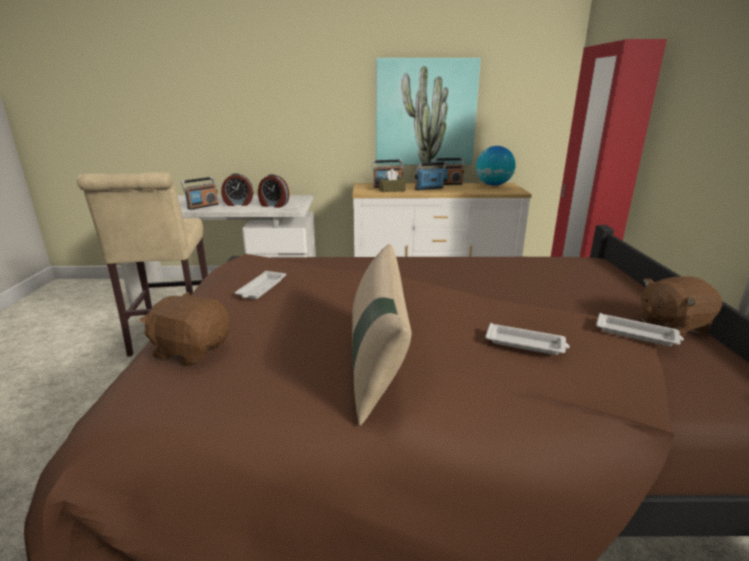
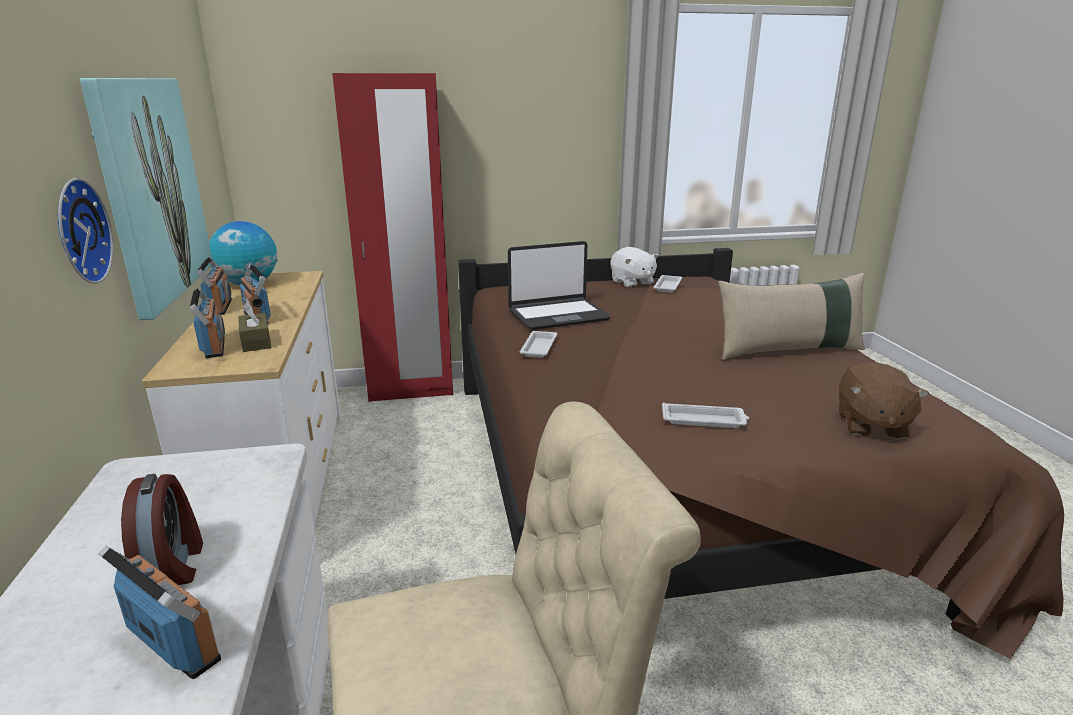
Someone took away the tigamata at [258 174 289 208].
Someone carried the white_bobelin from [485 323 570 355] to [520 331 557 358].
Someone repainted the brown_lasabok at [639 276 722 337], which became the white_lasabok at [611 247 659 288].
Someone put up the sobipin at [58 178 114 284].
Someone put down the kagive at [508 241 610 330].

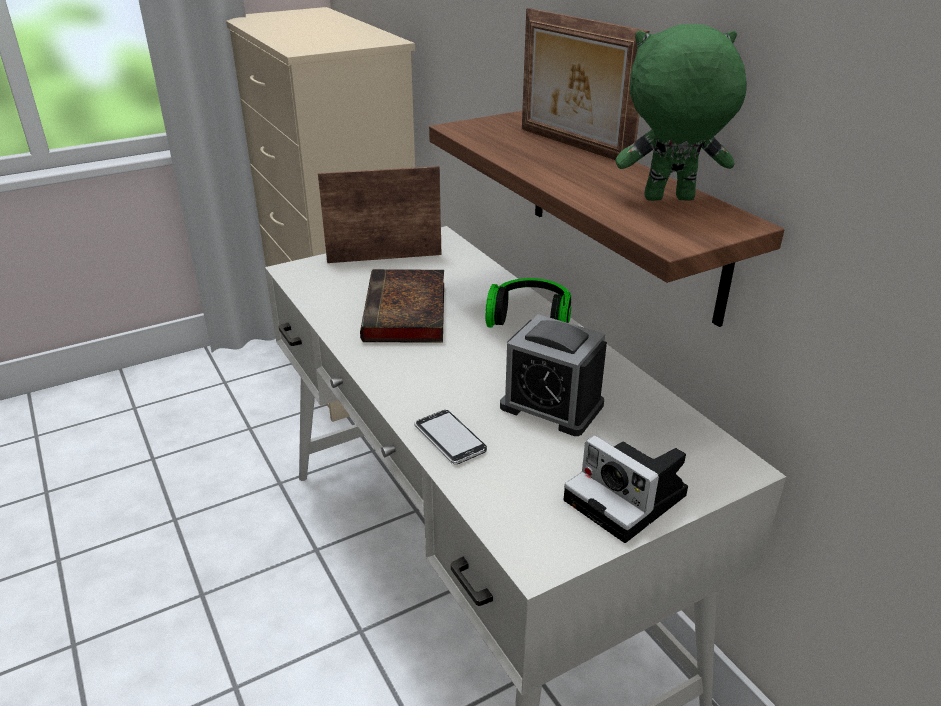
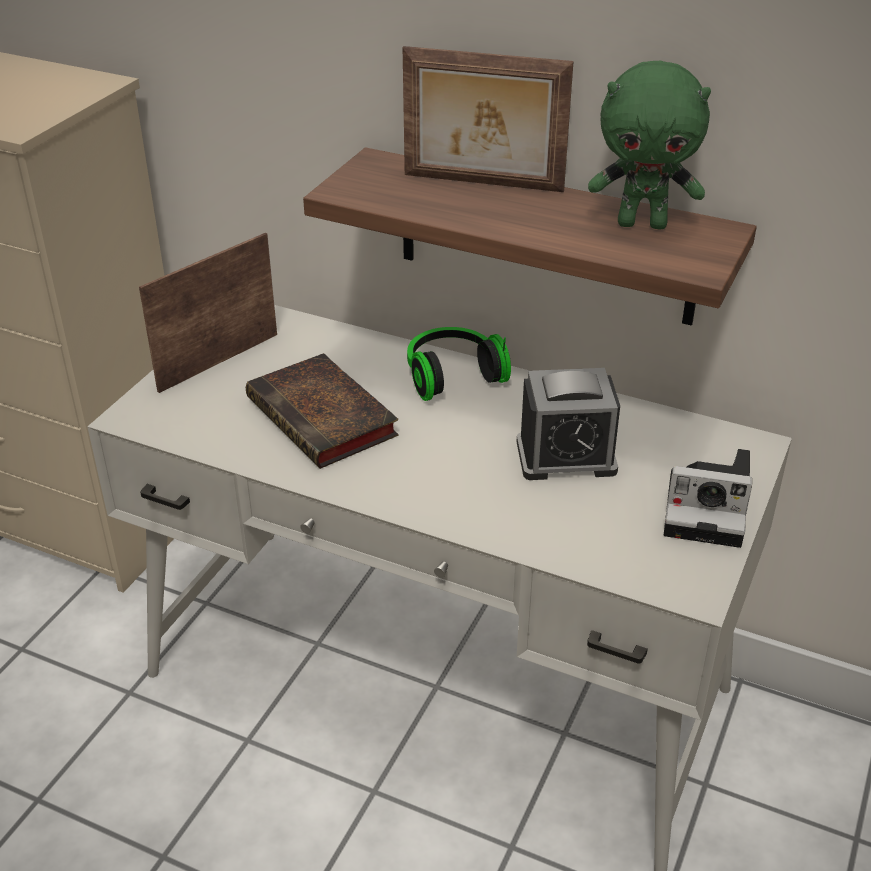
Someone took away the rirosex at [415 410 487 464].
Someone rotated the green_lasabok at [615 24 747 201] by 135 degrees counterclockwise.

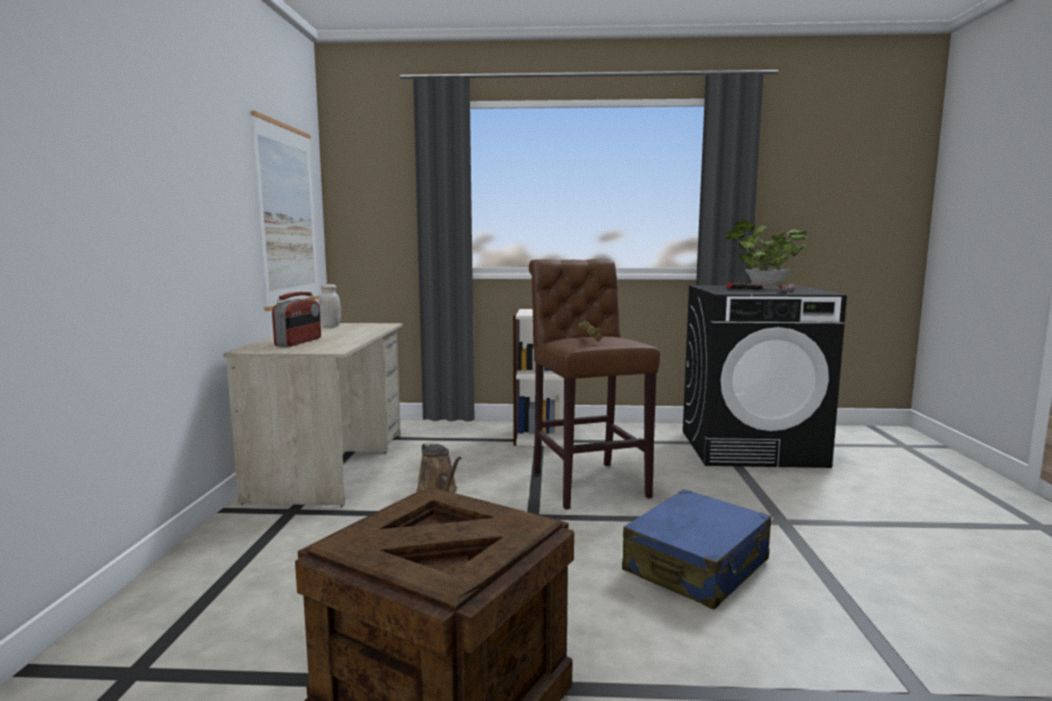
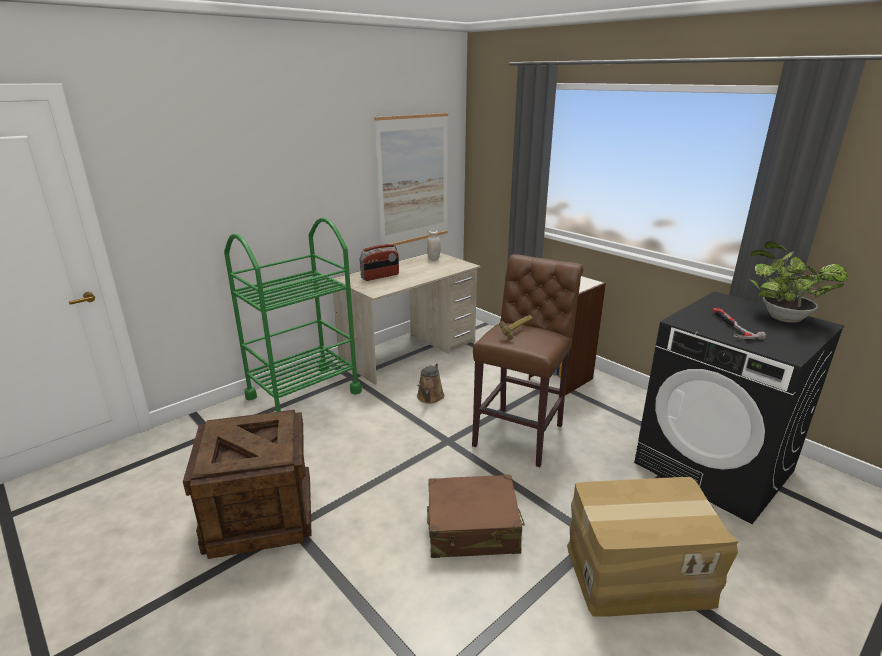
Someone repainted the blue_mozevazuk at [622 489 771 610], which became the brown_mozevazuk at [427 474 525 558].
Someone put down the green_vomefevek at [224 218 362 412].
Someone put down the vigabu at [567 477 738 617].

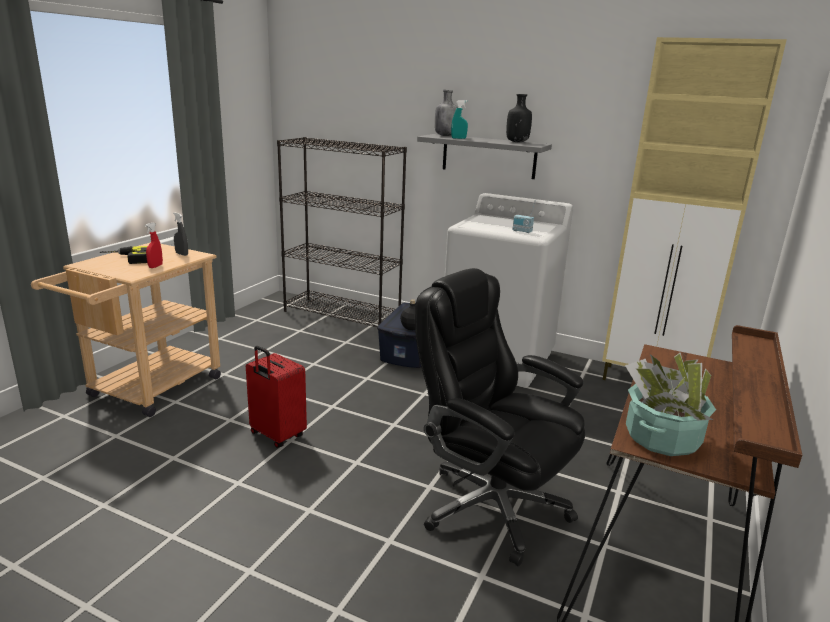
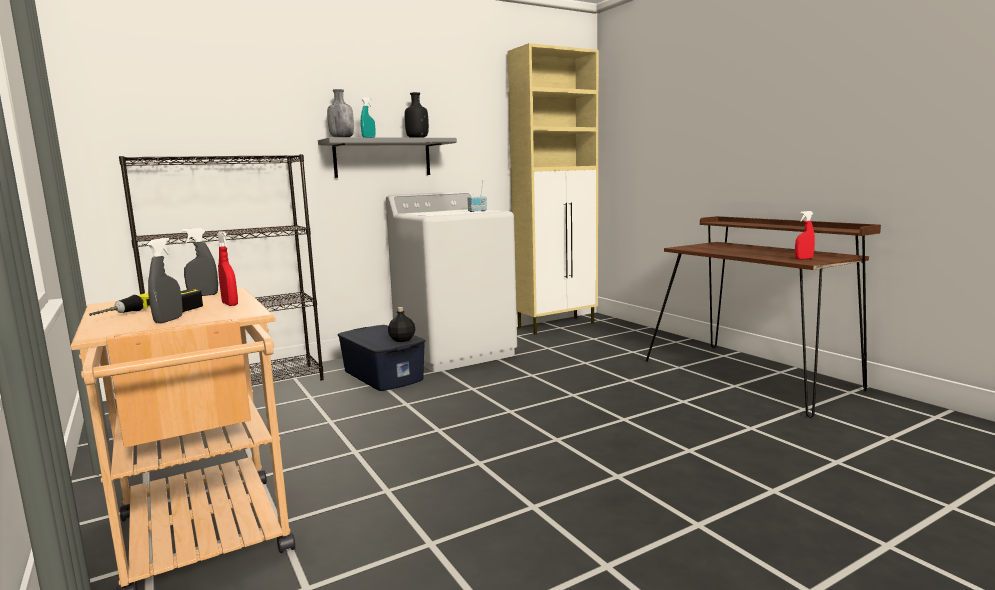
Someone took away the red_mozevazuk at [246 346 307 448].
Someone took away the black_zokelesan at [415 268 585 566].
Someone swapped the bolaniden at [625 353 716 456] for the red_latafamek at [795 211 815 259].
Someone put down the grey_latafamek at [147 238 183 323].

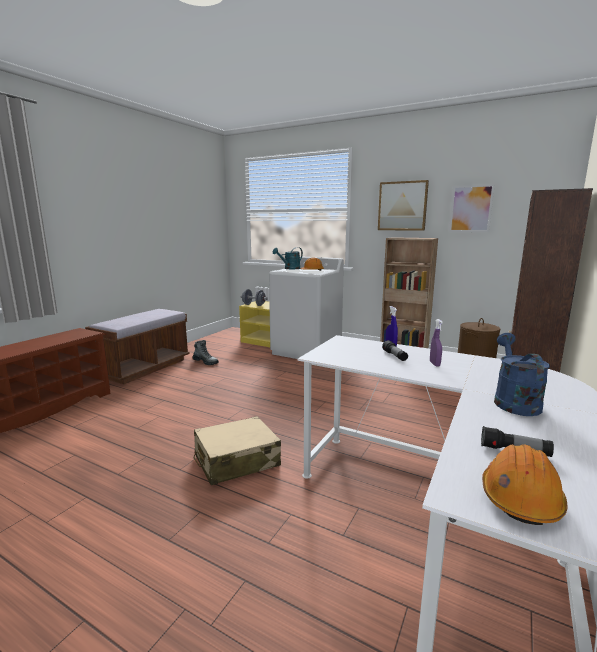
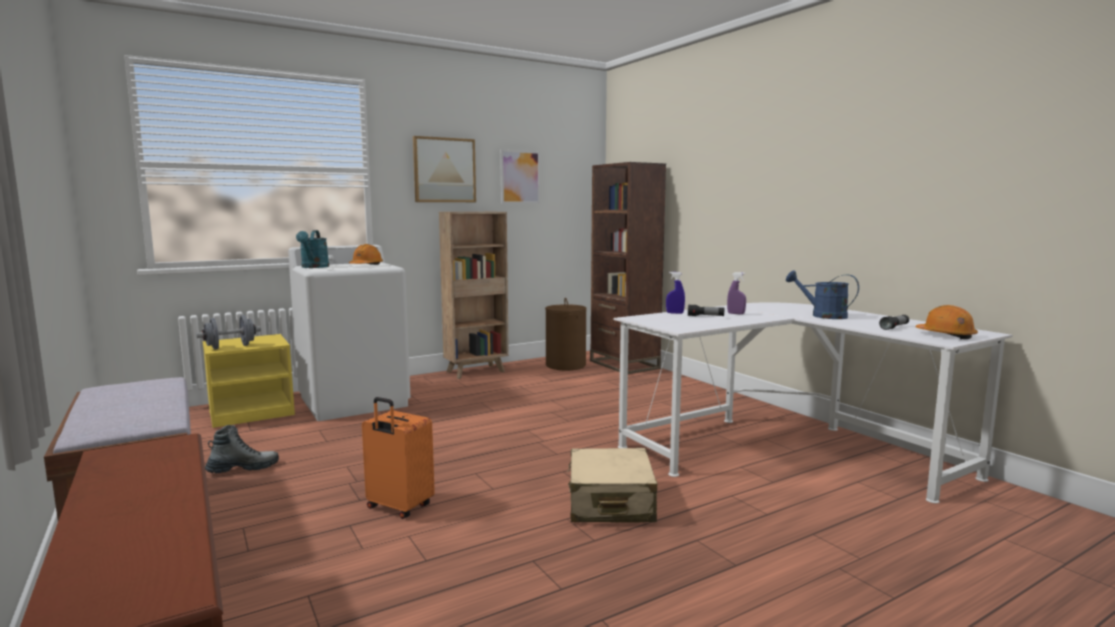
Someone put down the orange_mozevazuk at [362 397 435 519].

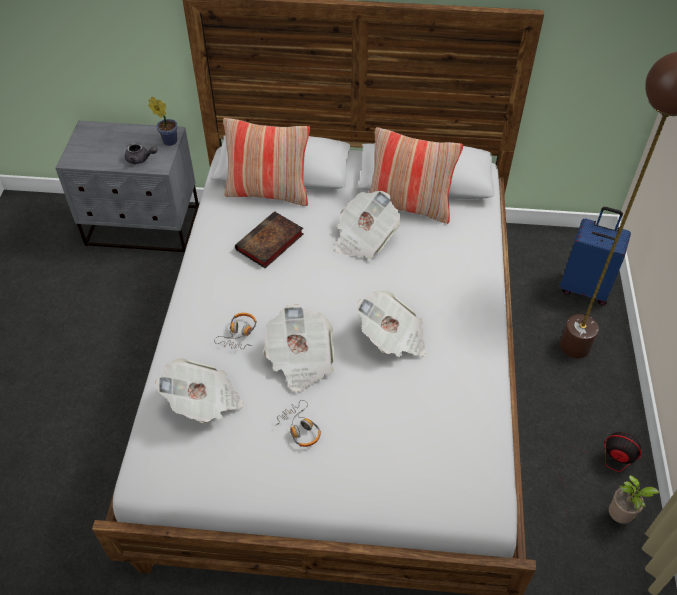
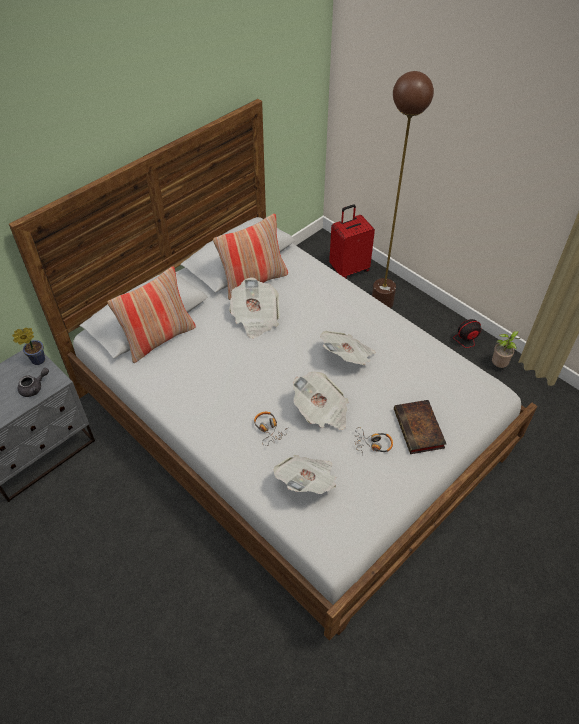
Someone carried the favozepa from [235 211 303 268] to [394 400 446 454].
Someone repainted the blue_mozevazuk at [560 207 631 306], which became the red_mozevazuk at [329 204 375 279].

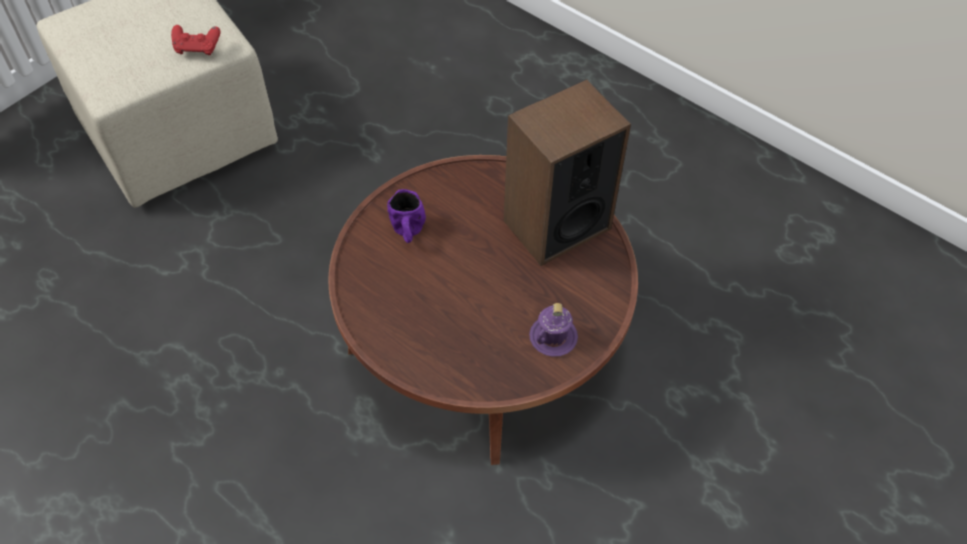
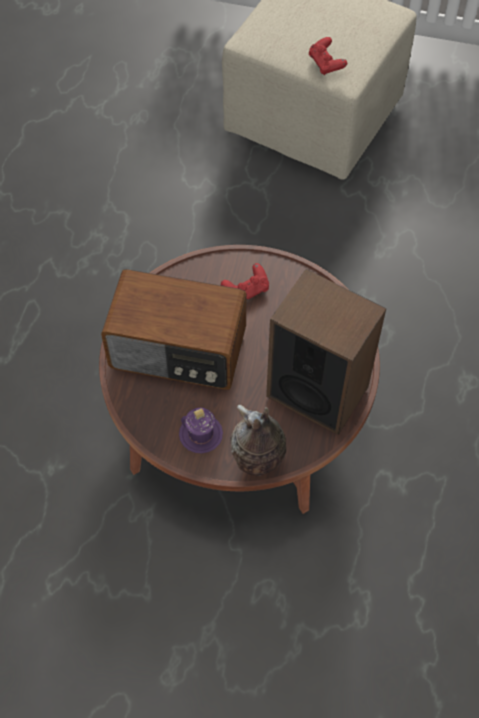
Someone swapped the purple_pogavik at [387 189 426 243] for the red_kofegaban at [221 263 269 300].
Someone put down the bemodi at [101 269 246 390].
Someone put down the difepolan at [230 405 286 476].

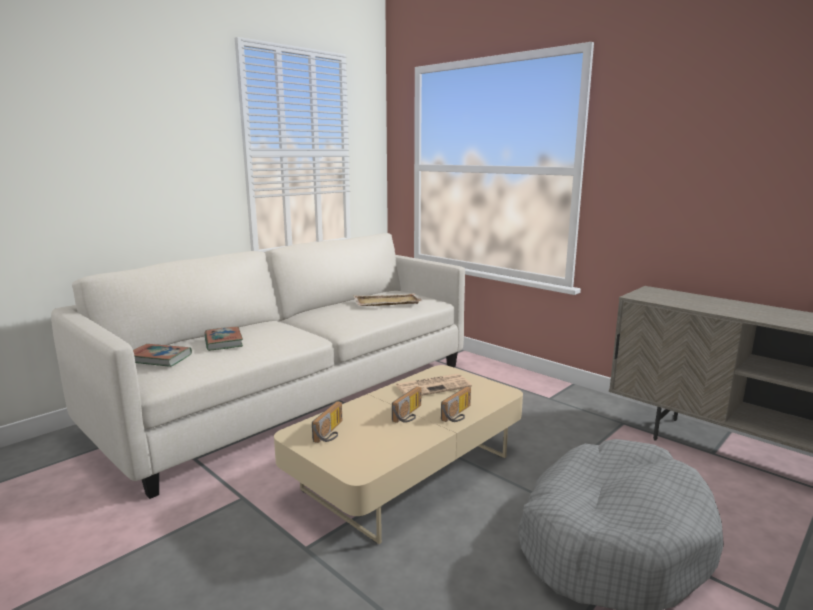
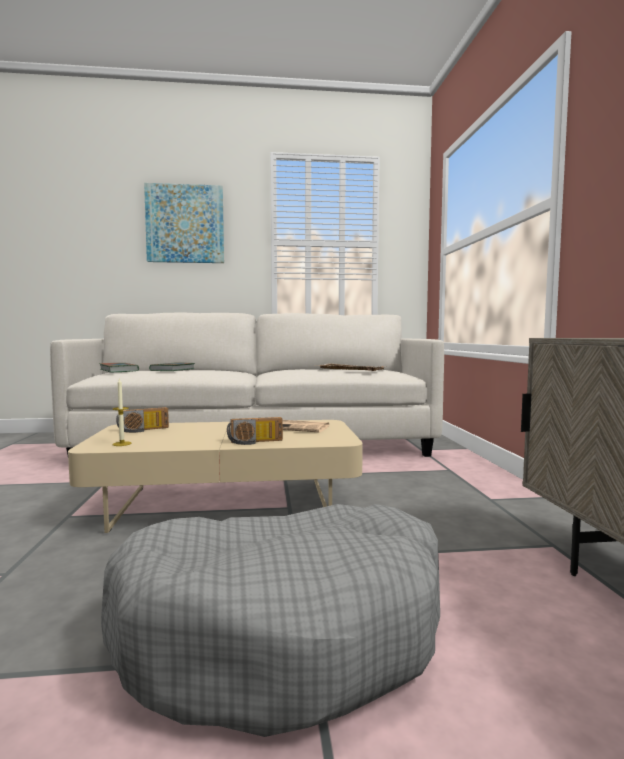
Someone took away the bemodi at [392 386 421 423].
Someone put down the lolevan at [112 378 132 446].
Someone put up the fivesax at [144 183 224 263].

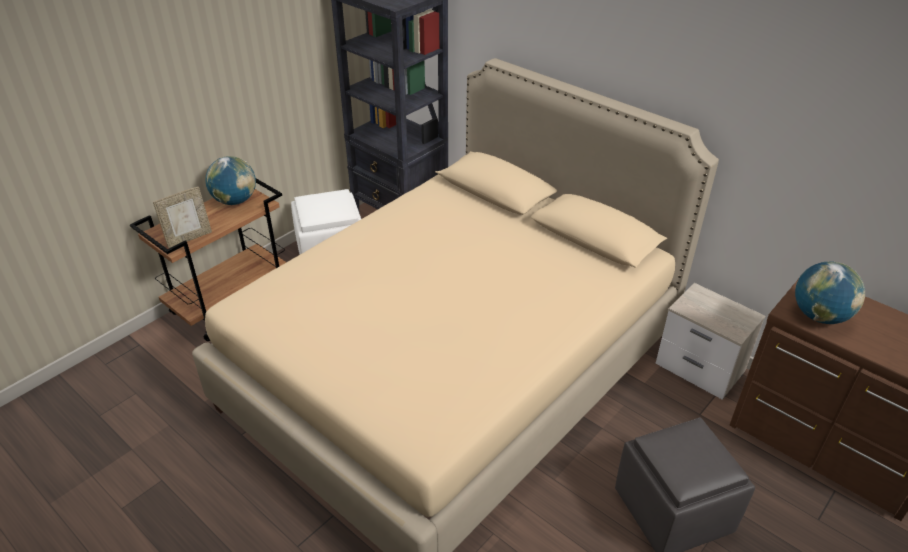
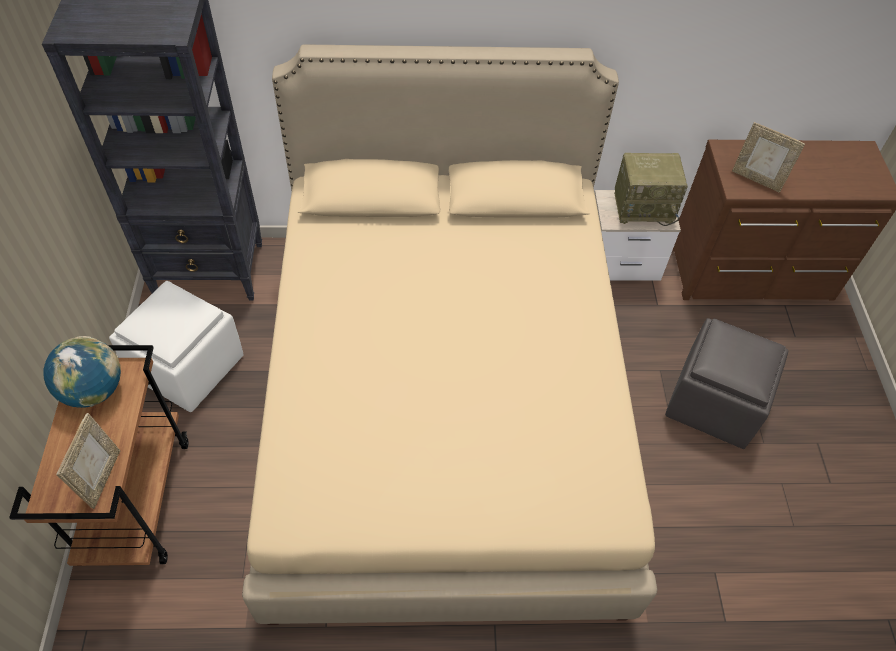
Someone swapped the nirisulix at [795 262 865 324] for the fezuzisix at [732 122 805 193].
Someone put down the bemodi at [614 153 688 226].

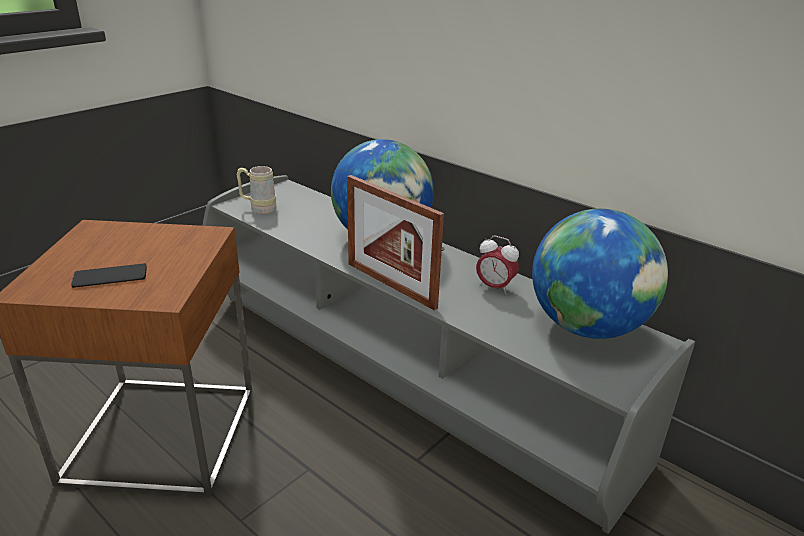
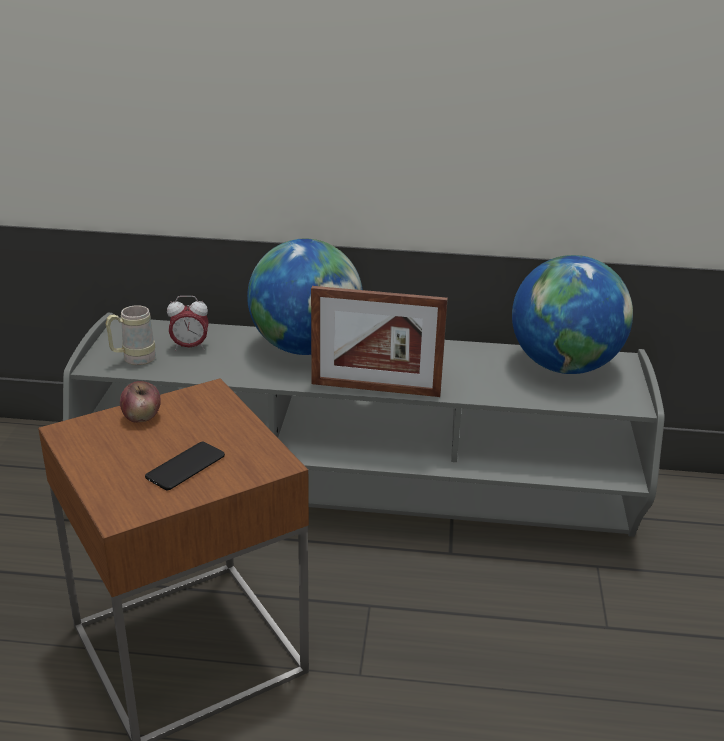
Someone carried the tigamata from [476 236 519 295] to [167 296 209 351].
Someone put down the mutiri at [120 381 161 423].

